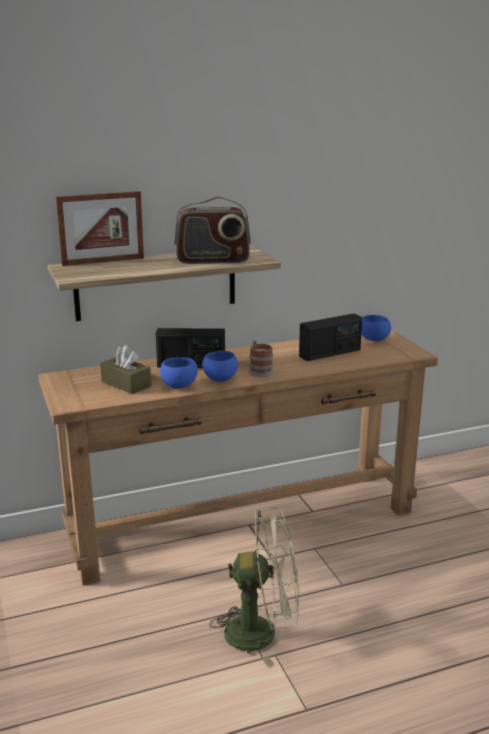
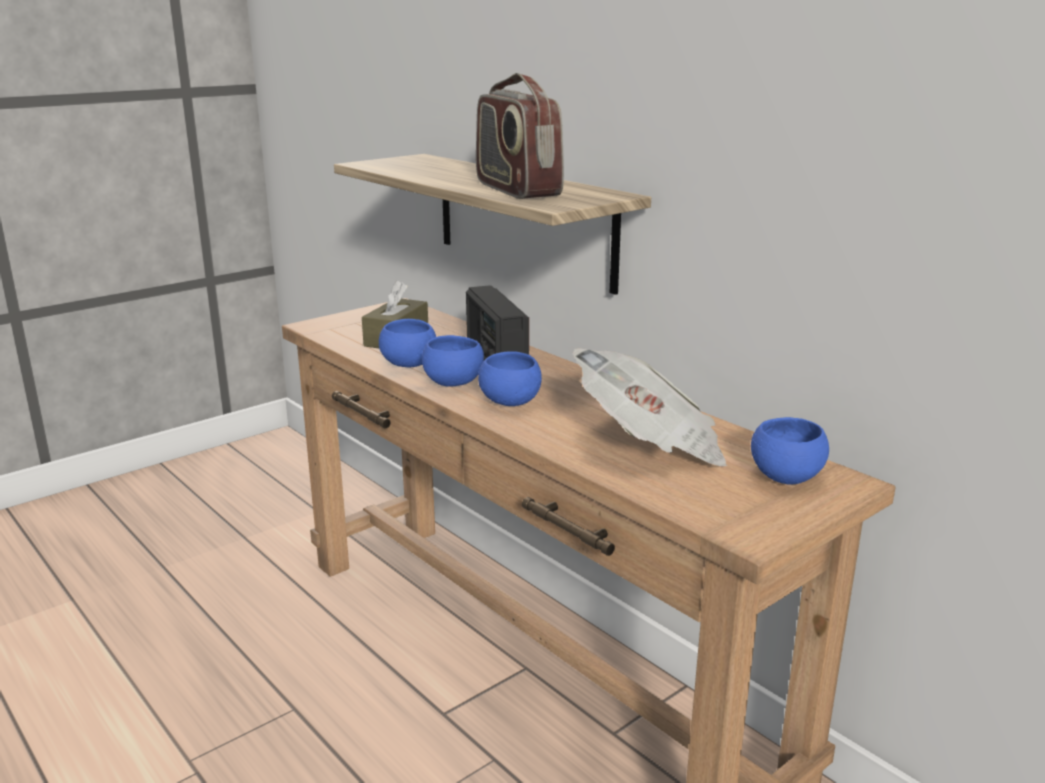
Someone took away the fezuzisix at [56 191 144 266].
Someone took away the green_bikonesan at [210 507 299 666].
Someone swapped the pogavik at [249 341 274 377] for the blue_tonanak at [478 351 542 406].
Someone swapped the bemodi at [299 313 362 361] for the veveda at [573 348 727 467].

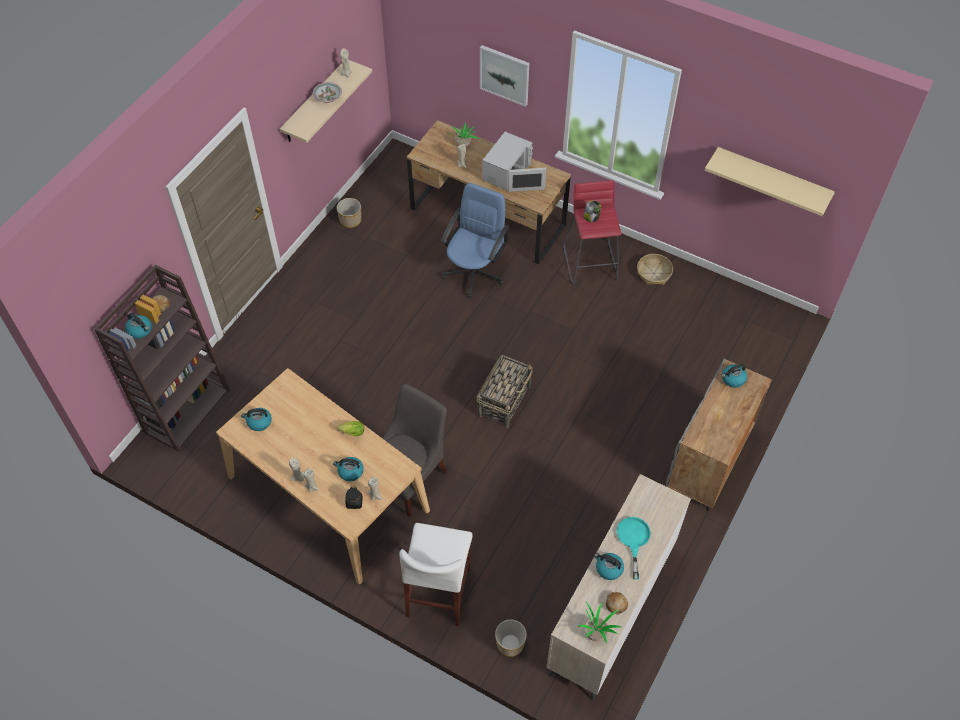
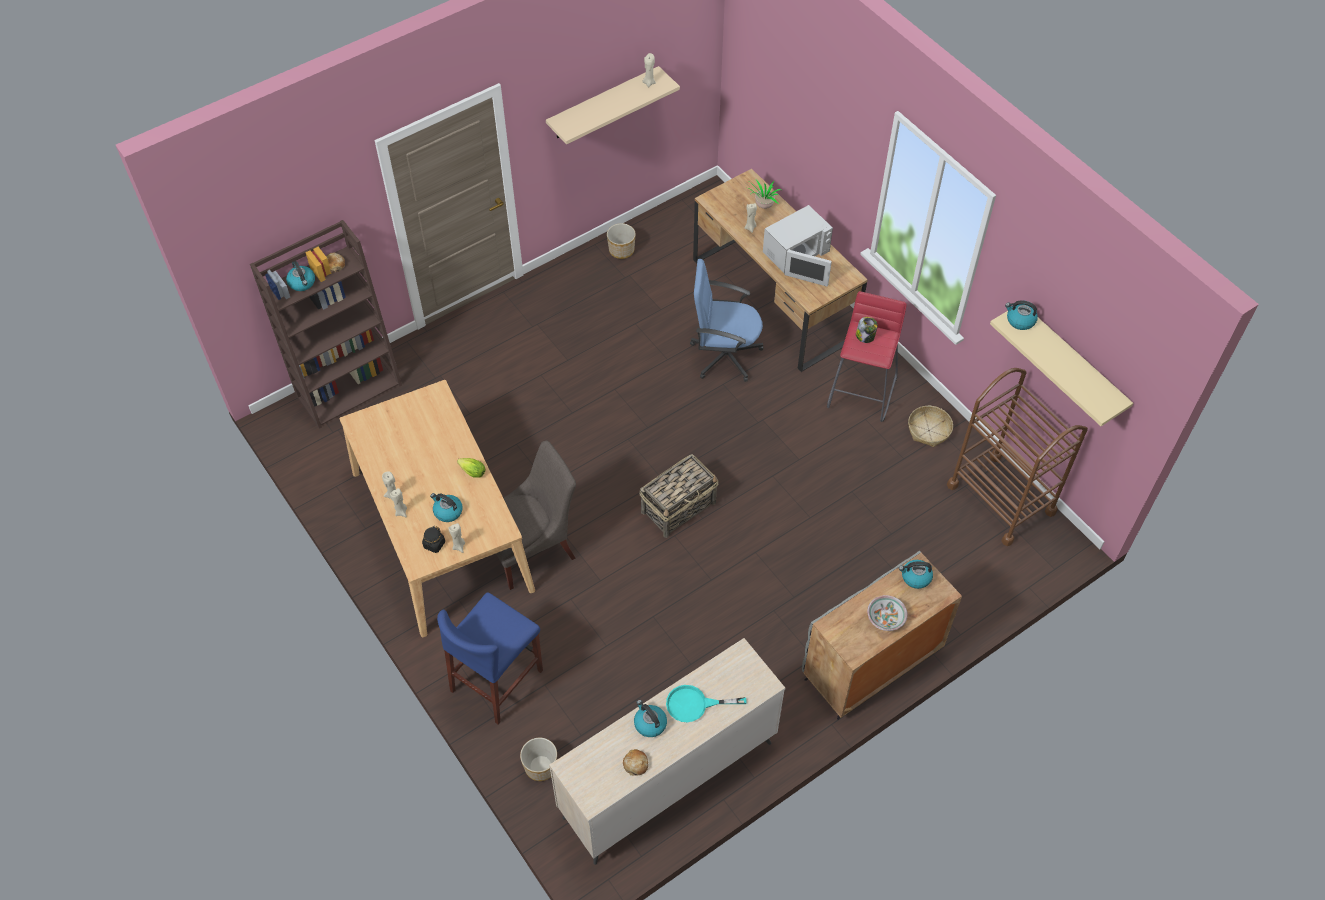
Someone carried the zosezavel from [241 408 272 431] to [1005 300 1038 330].
Someone carried the tonanak from [313 82 342 103] to [867 595 908 631].
Someone repainted the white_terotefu at [399 523 473 626], which became the blue_terotefu at [437 592 543 724].
Someone rotated the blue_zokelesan at [441 183 510 298] by 135 degrees counterclockwise.
Someone took away the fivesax at [480 45 529 107].
Someone took away the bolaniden at [578 601 621 644].
Someone rotated the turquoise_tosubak at [617 517 651 579] by 120 degrees counterclockwise.
Someone put down the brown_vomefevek at [947 368 1088 546].

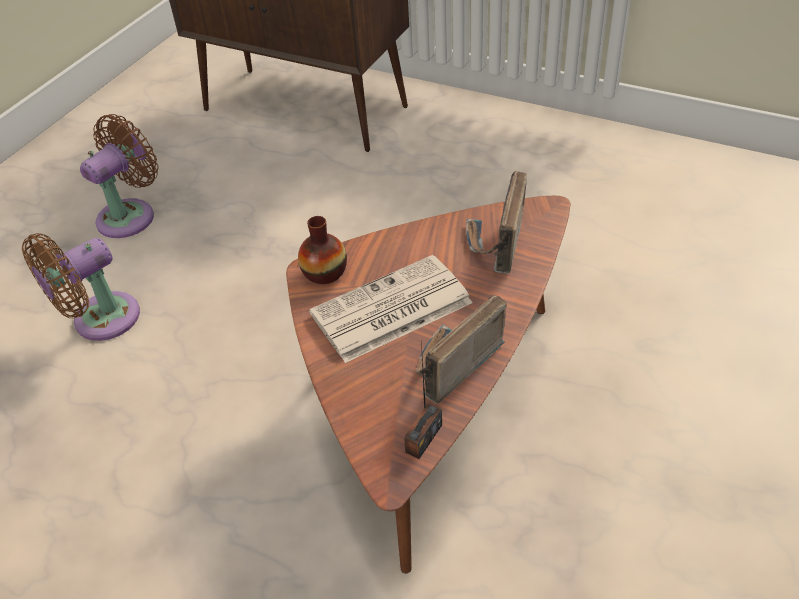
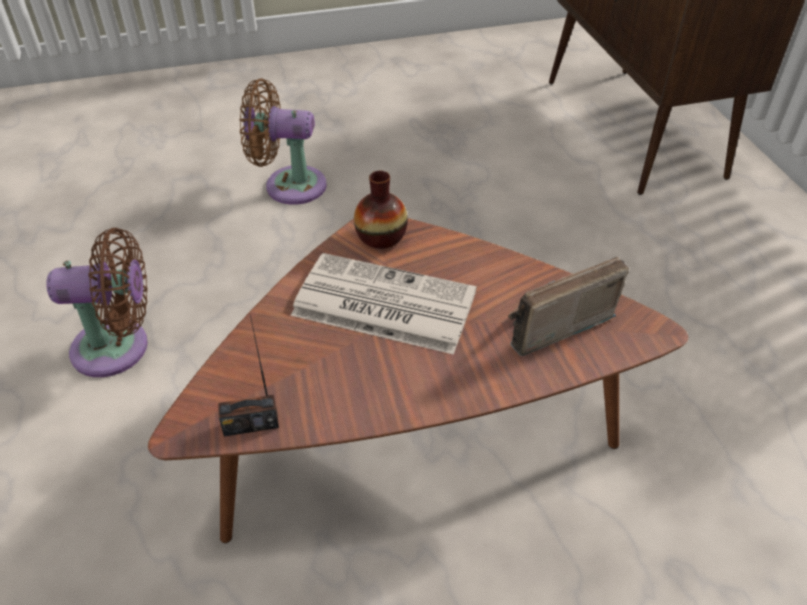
Someone carried the brown_bikonesan from [80 114 158 238] to [46 228 148 377].
Someone took away the bemodi at [416 295 507 404].

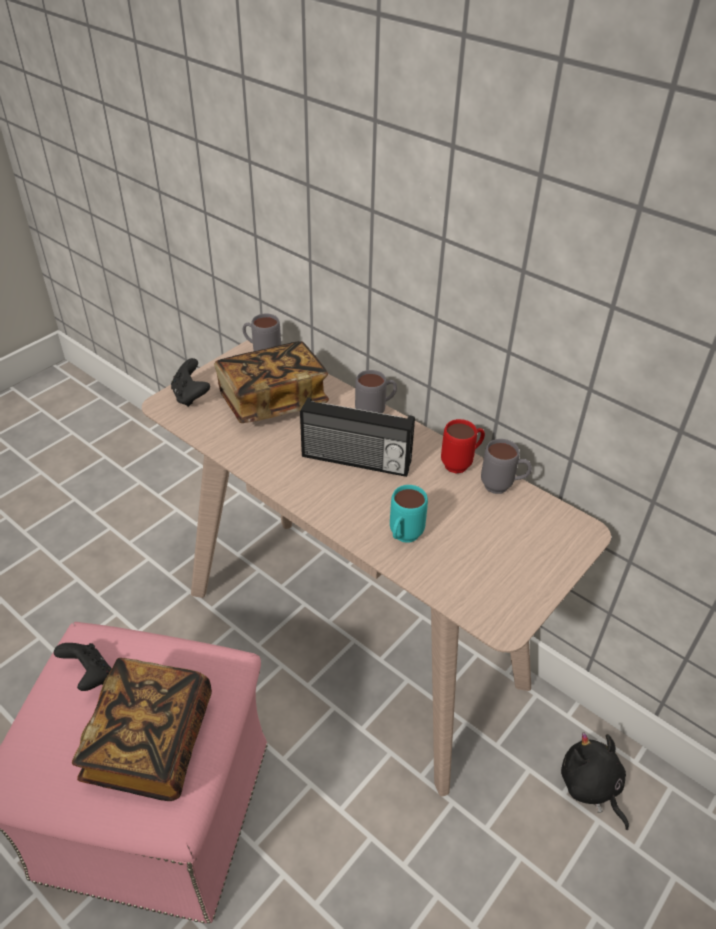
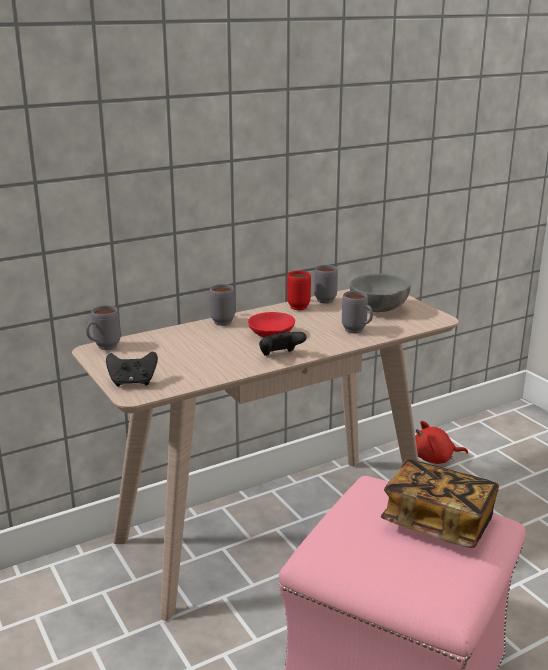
Someone carried the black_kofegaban from [54 643 112 691] to [259 331 307 356].
Someone took away the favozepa at [214 341 329 423].
Someone swapped the bemodi at [300 397 415 477] for the red_tonanak at [248 312 295 337].
Someone repainted the turquoise_pogavik at [390 485 428 543], which became the grey_pogavik at [342 291 373 333].
Someone repainted the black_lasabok at [561 732 629 830], which became the red_lasabok at [415 421 468 464].
Someone put down the grey_tonanak at [350 274 411 312].

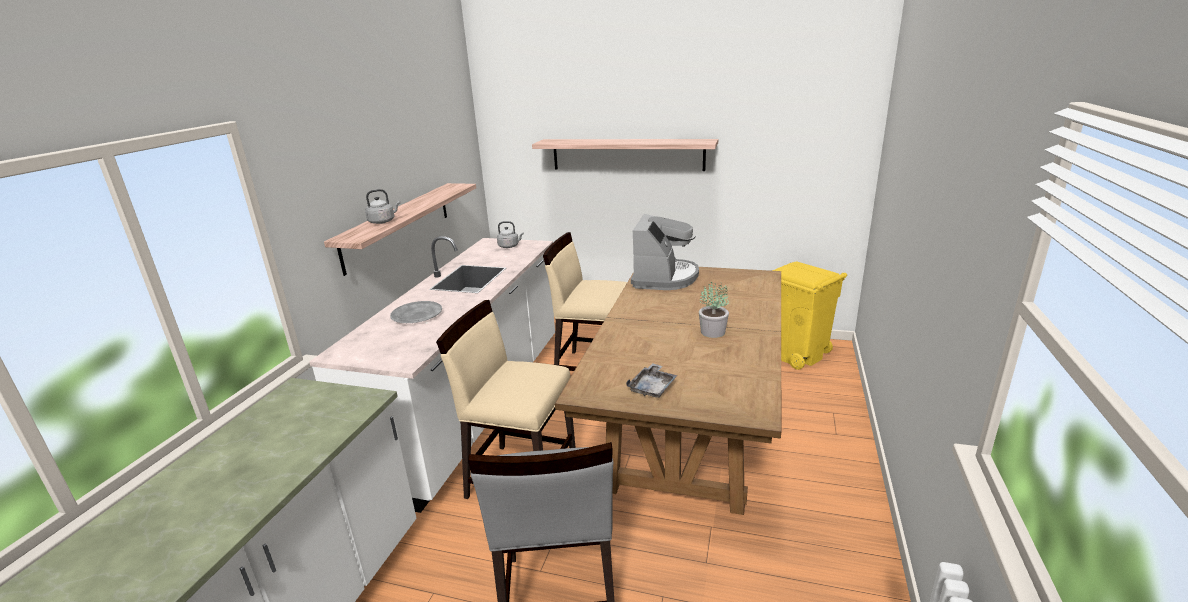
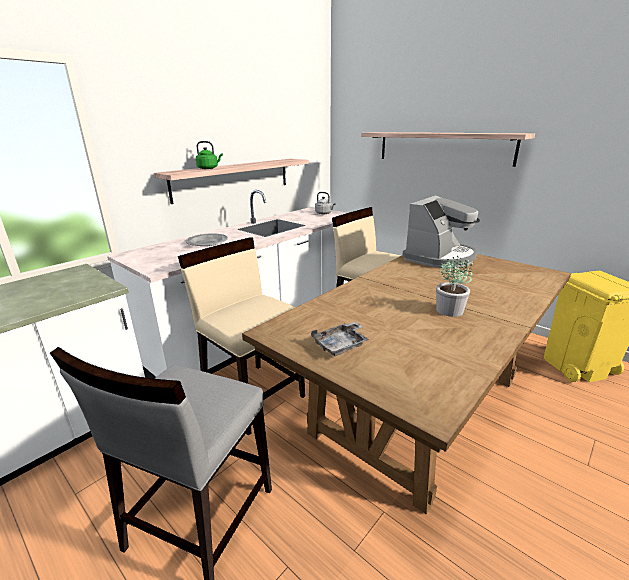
Someone repainted the grey_zosezavel at [365 189 400 224], which became the green_zosezavel at [196 141 223 169].

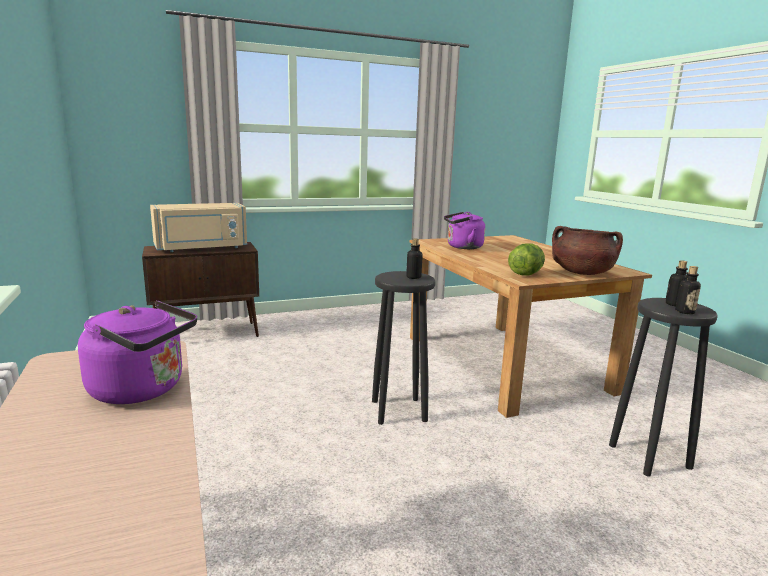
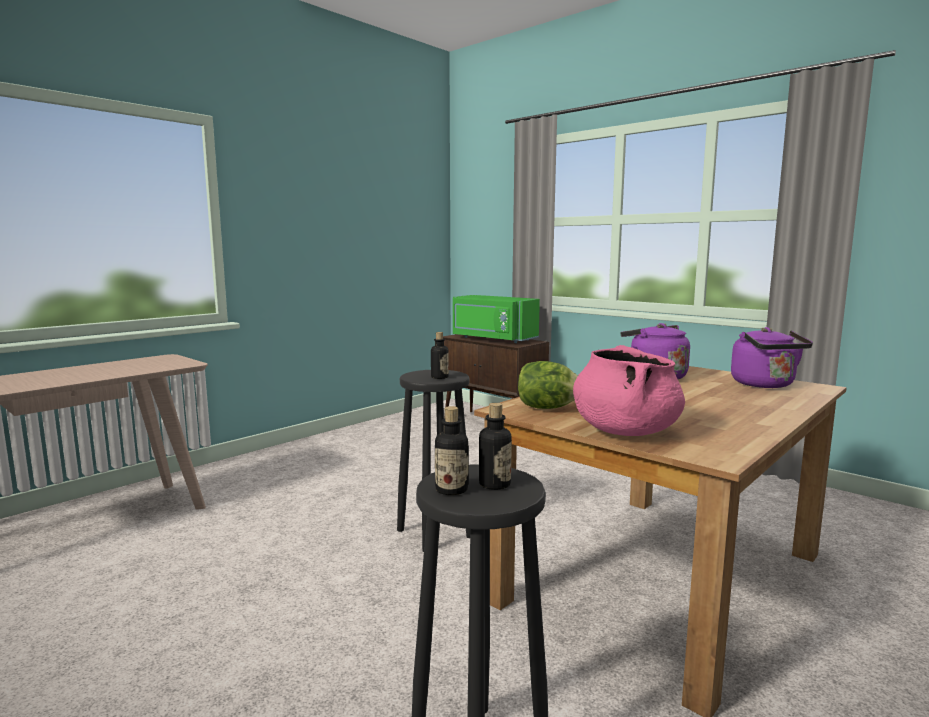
Someone carried the purple_zosezavel from [78 301 197 404] to [731 327 813 388].
Someone repainted the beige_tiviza at [150 203 247 252], which became the green_tiviza at [453 295 540 343].
Someone repainted the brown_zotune at [552 226 623 275], which became the pink_zotune at [573 345 685 436].

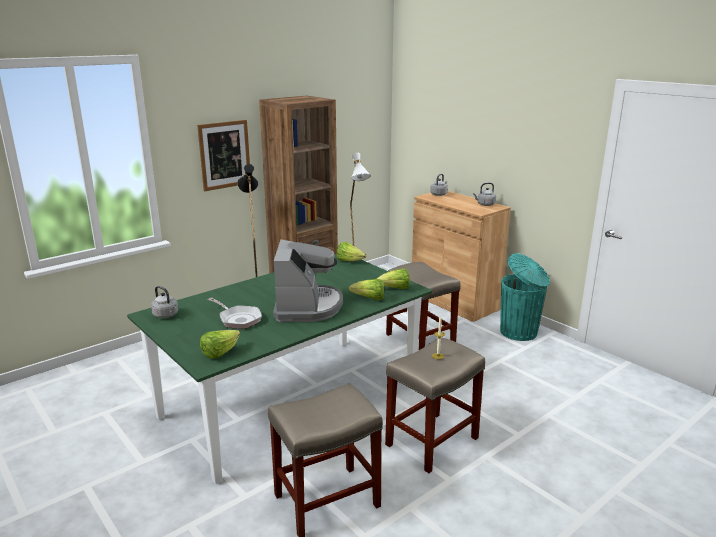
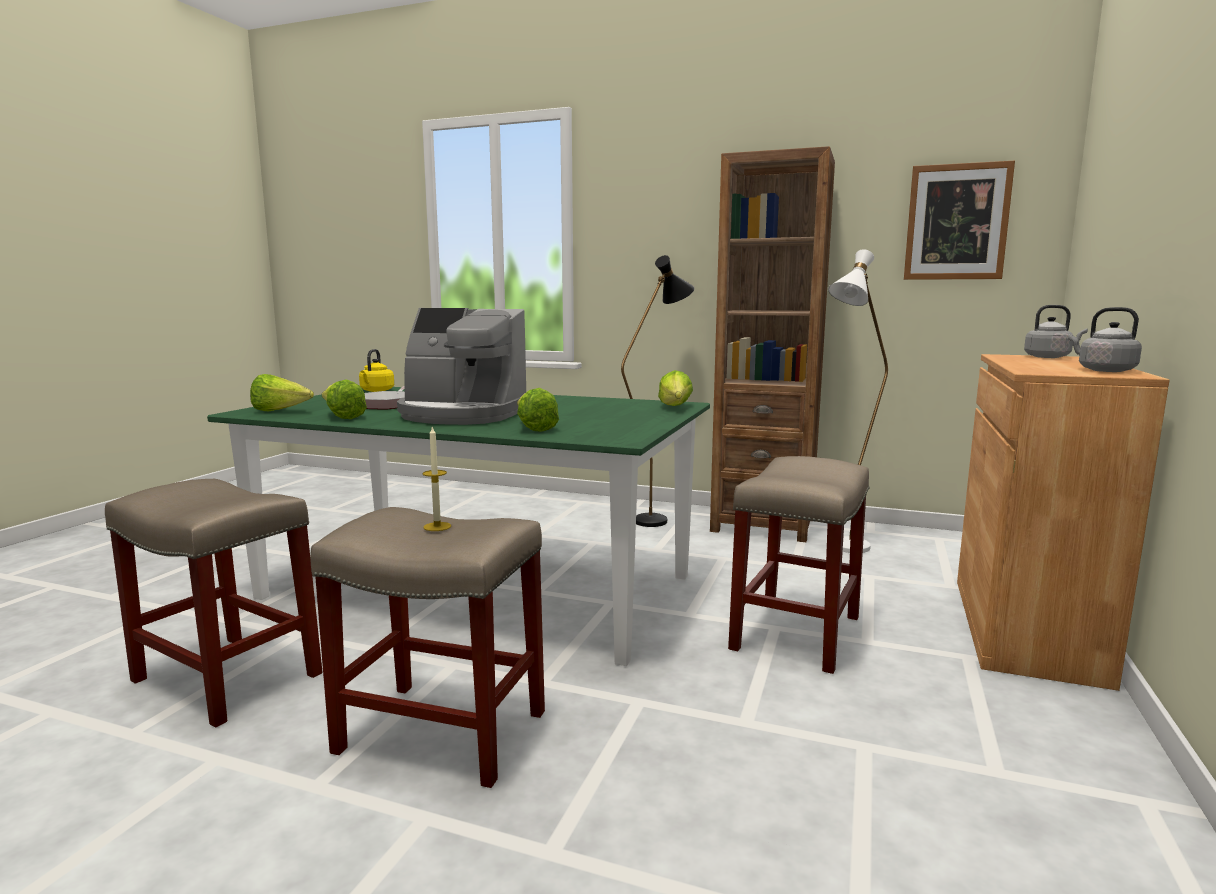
Someone repainted the grey_zosezavel at [151 286 178 318], which became the yellow_zosezavel at [359 349 394 392].
Someone carried the fivesax from [197 120 250 191] to [904 161 1015 280].
Someone rotated the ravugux at [273 239 343 322] by 45 degrees clockwise.
Someone carried the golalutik from [377 269 410 289] to [322 379 367 419].
Someone took away the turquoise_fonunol at [500 253 550 341].

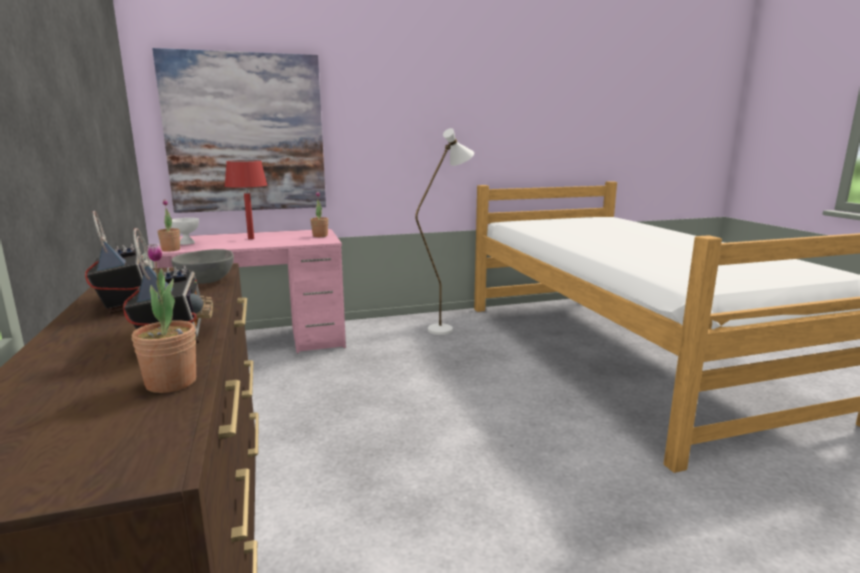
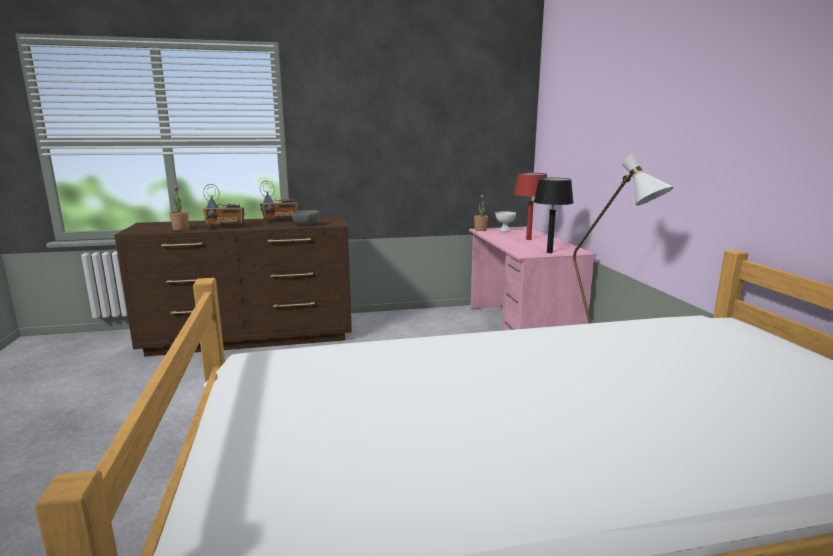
Someone took away the fivesax at [153 48 326 213].
Someone swapped the bolaniden at [310 191 328 237] for the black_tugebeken at [533 178 574 253].

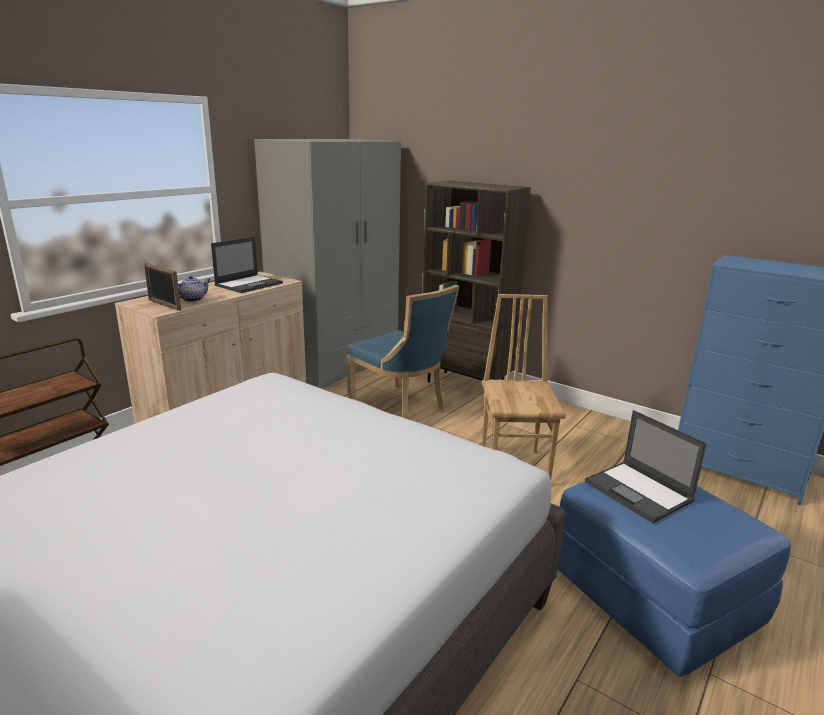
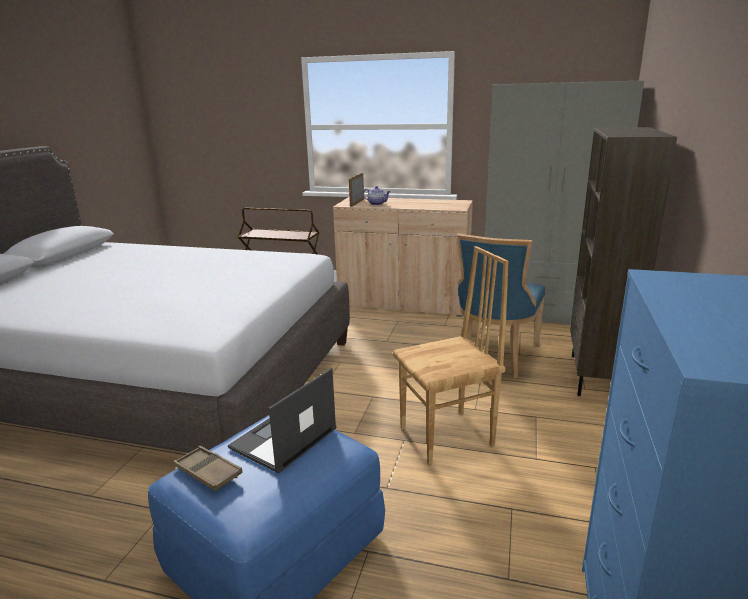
Someone took away the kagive at [211 237 283 293].
Someone put down the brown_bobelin at [173 446 243 491].

